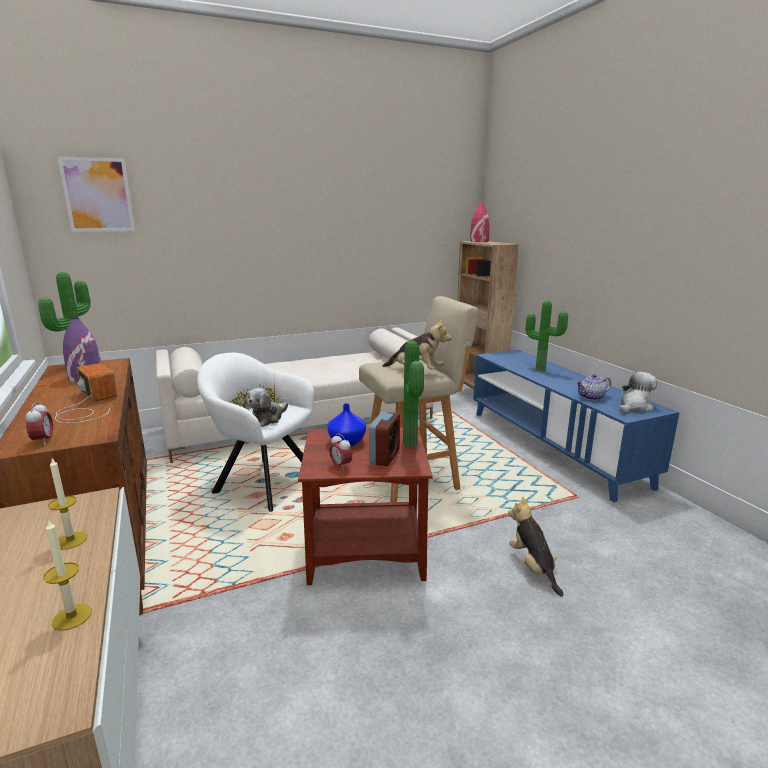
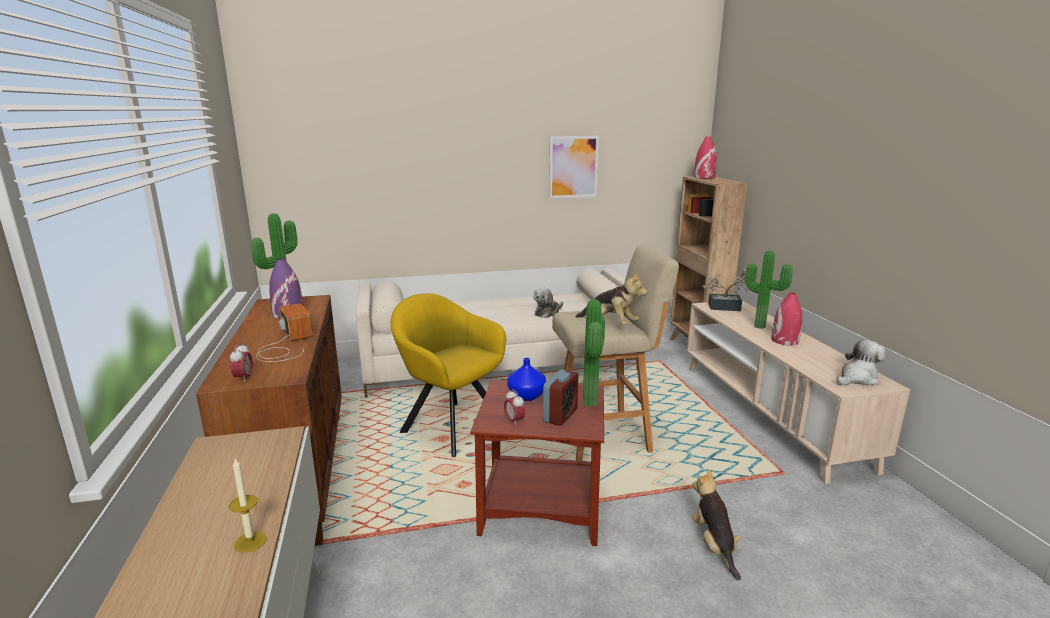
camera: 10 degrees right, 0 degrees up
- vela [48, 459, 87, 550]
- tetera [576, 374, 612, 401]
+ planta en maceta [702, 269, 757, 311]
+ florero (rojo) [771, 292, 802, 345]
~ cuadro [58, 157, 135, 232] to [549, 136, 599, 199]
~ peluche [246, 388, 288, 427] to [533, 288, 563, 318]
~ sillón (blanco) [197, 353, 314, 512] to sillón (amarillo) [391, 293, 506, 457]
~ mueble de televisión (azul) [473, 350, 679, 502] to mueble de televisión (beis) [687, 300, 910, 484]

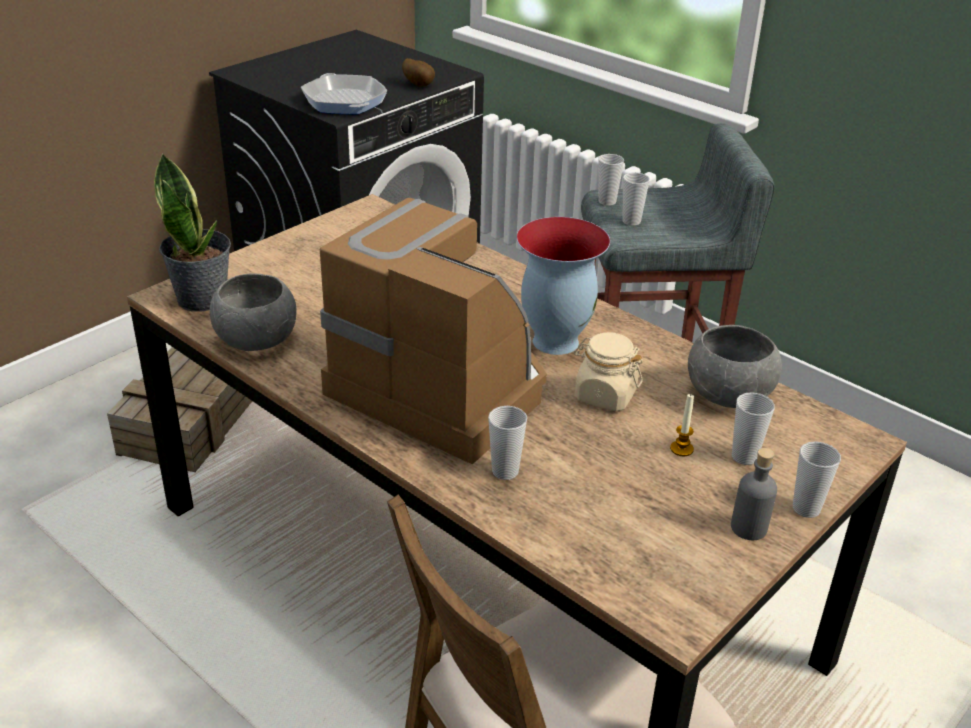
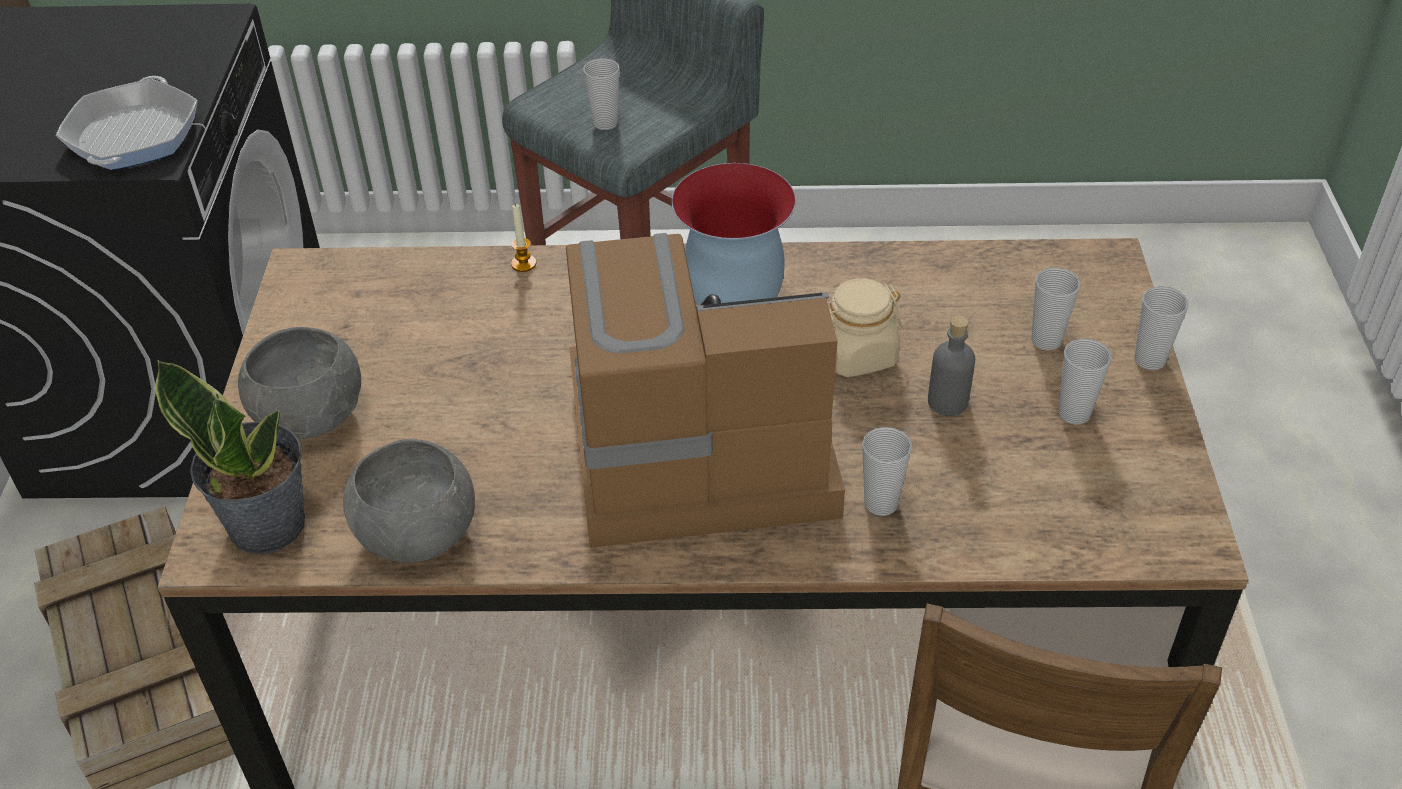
camera: 40 degrees left, 10 degrees up
- patata [402, 58, 435, 87]
~ taza [598, 154, 624, 206] to [1059, 339, 1112, 425]
~ vela [670, 394, 694, 456] to [511, 203, 536, 272]
~ cuenco (gris) [688, 325, 782, 408] to [238, 327, 361, 439]
~ botella (gris) [731, 448, 777, 540] to [928, 315, 975, 416]
~ sartén [301, 73, 387, 114] = [56, 76, 198, 170] 75 degrees clockwise

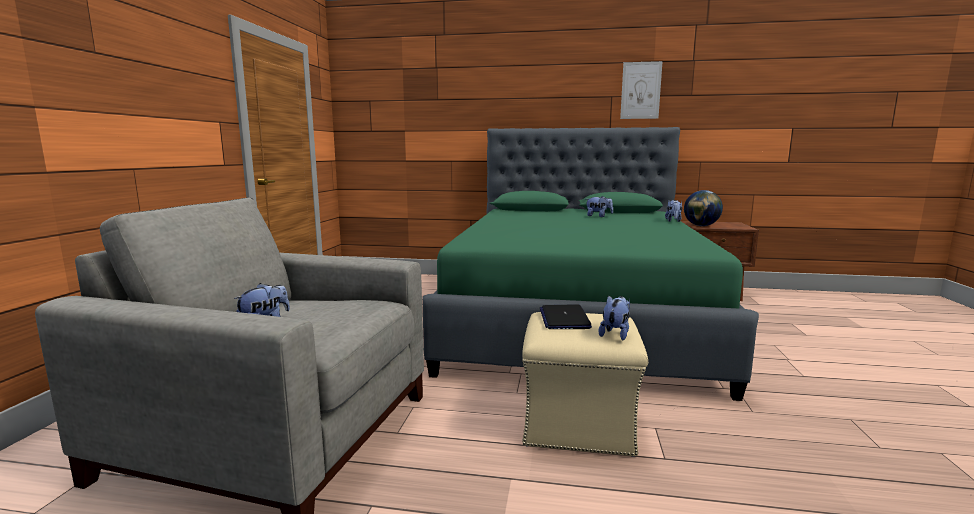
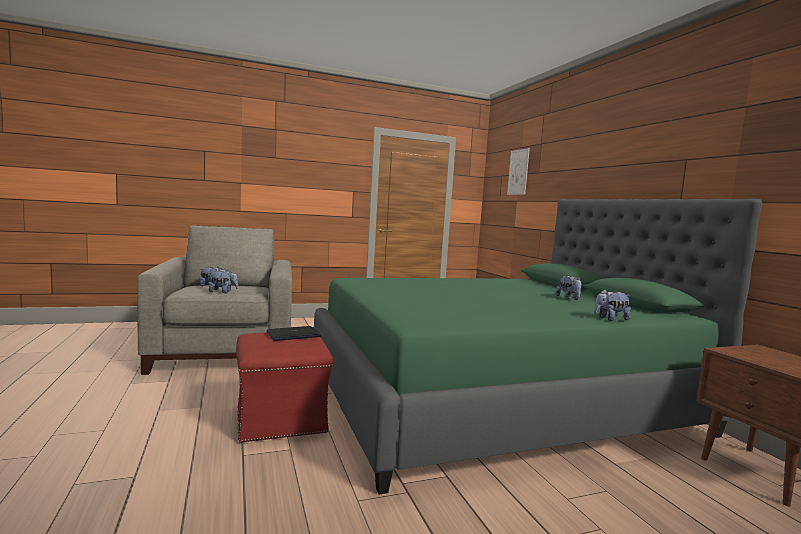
camera: 60 degrees right, 5 degrees down
- globo terráqueo [684, 190, 723, 226]
~ peluche [598, 296, 630, 340] to [208, 270, 238, 293]
~ cuadro [620, 61, 663, 119] to [507, 148, 530, 195]
~ puf (beis) [522, 312, 648, 457] to puf (rojo) [236, 332, 334, 443]

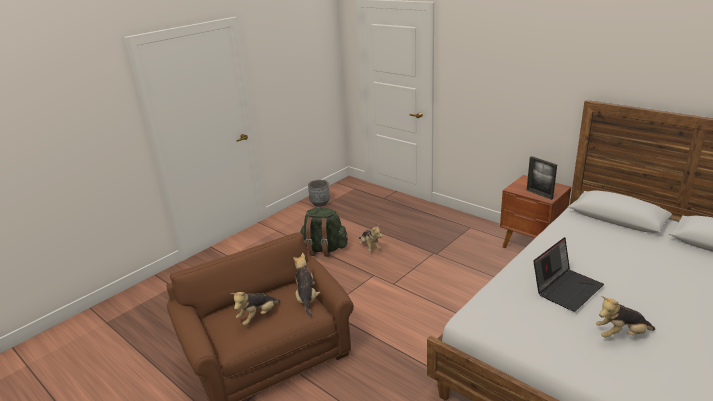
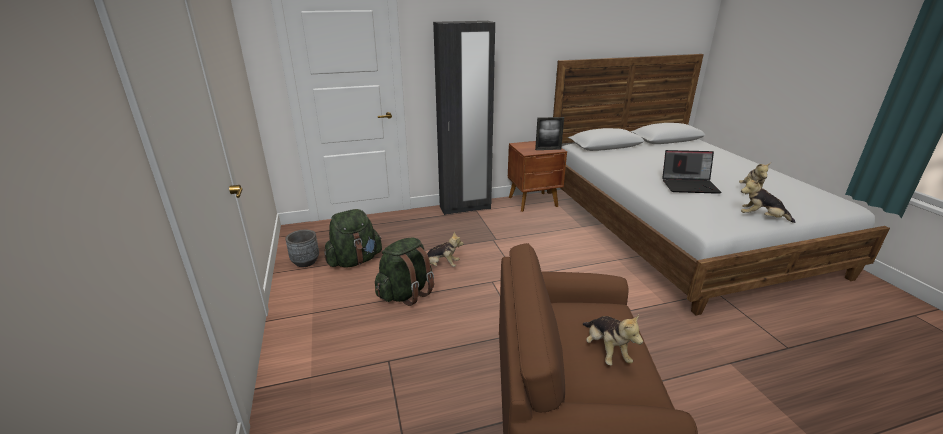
camera: 60 degrees left, 0 degrees up
+ mochila (verde) [324, 209, 382, 267]
+ armario ropero (negro) [433, 21, 495, 215]
~ peluche [293, 253, 320, 317] to [741, 177, 795, 223]
~ portátil [533, 237, 604, 312] = [662, 150, 721, 194] 105 degrees clockwise

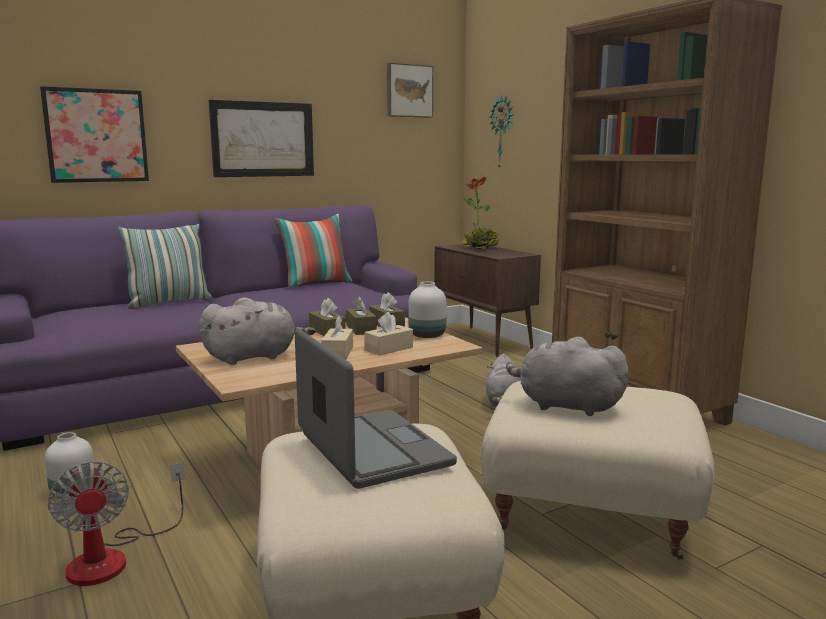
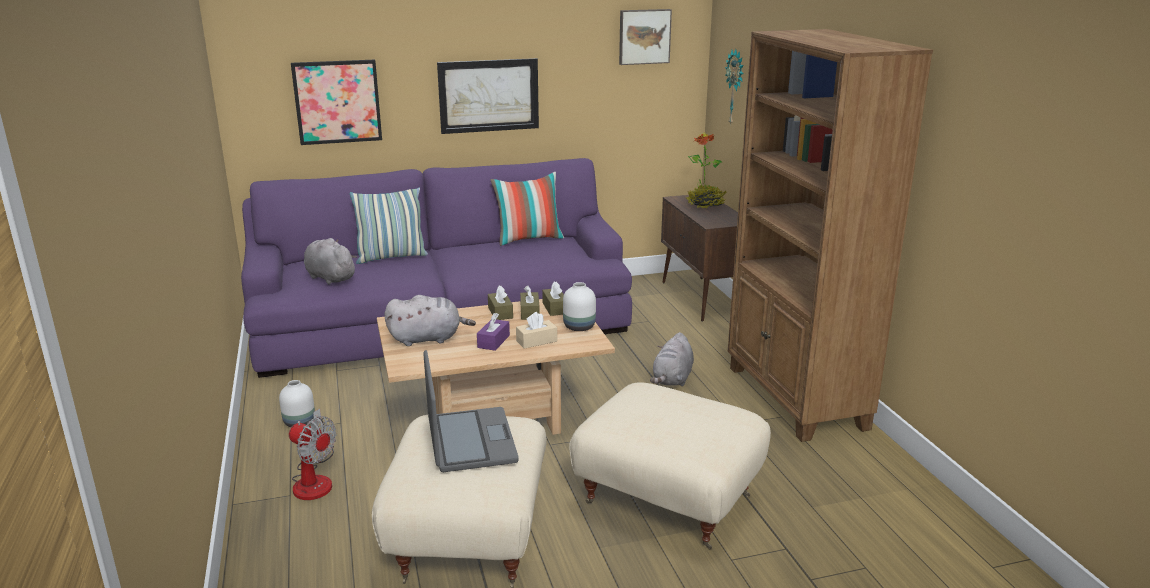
camera: 15 degrees right, 10 degrees up
~ peluche (gris) [506, 337, 629, 416] to [304, 238, 357, 285]
~ caja de pañuelos (beis) [321, 316, 353, 360] to caja de pañuelos (morado) [477, 313, 510, 351]
~ ventilador [47, 462, 185, 586] = [289, 409, 336, 500] 45 degrees counterclockwise

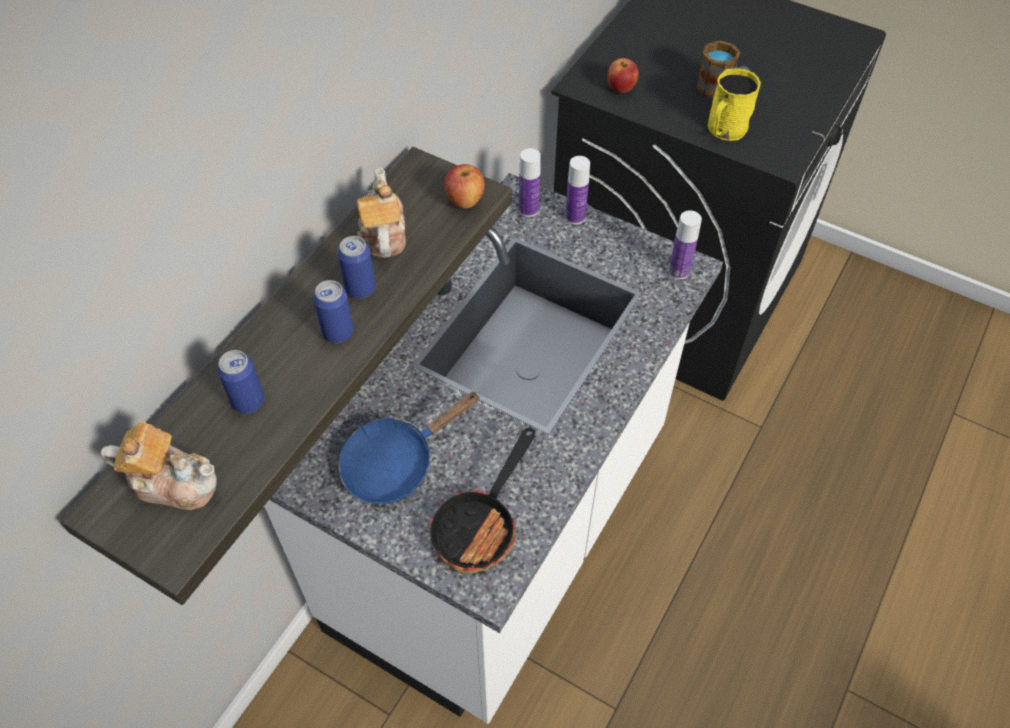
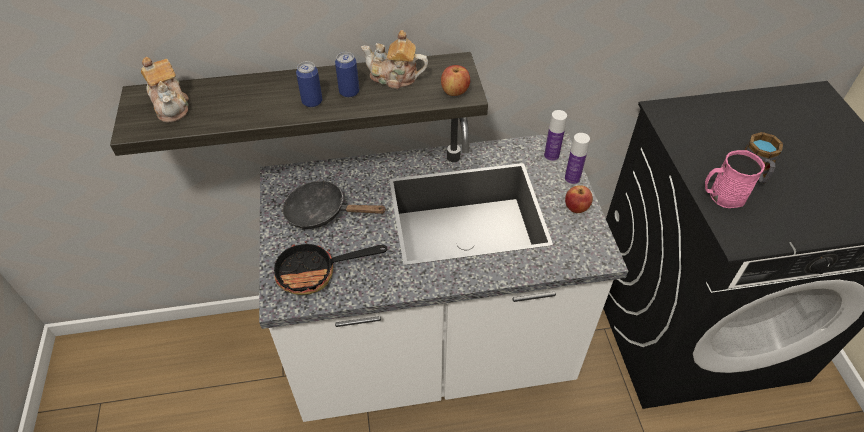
camera: 50 degrees right, 5 degrees down
- lata [217, 350, 265, 414]
- botella [669, 210, 702, 279]
~ manzana [607, 58, 639, 93] to [565, 185, 593, 213]
~ sartén (azul) [338, 392, 480, 504] to sartén (negro) [282, 180, 387, 229]
~ taza grande (amarillo) [708, 68, 761, 141] to taza grande (rosa) [705, 150, 765, 208]
~ tetera [357, 167, 406, 258] = [361, 30, 428, 89] 120 degrees counterclockwise

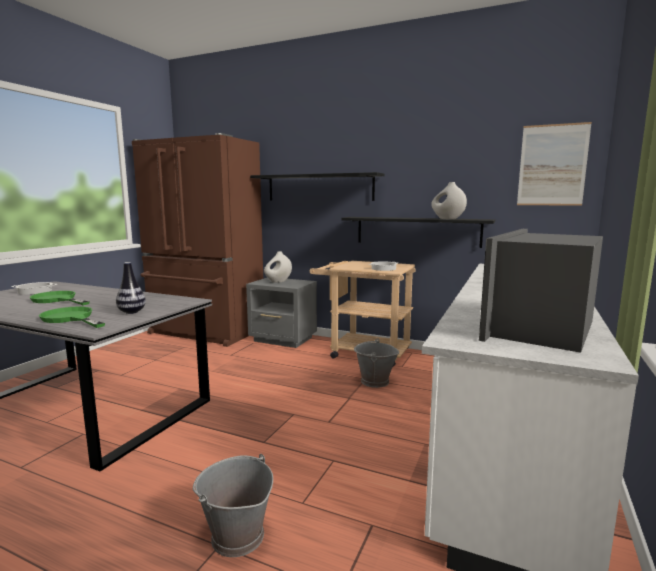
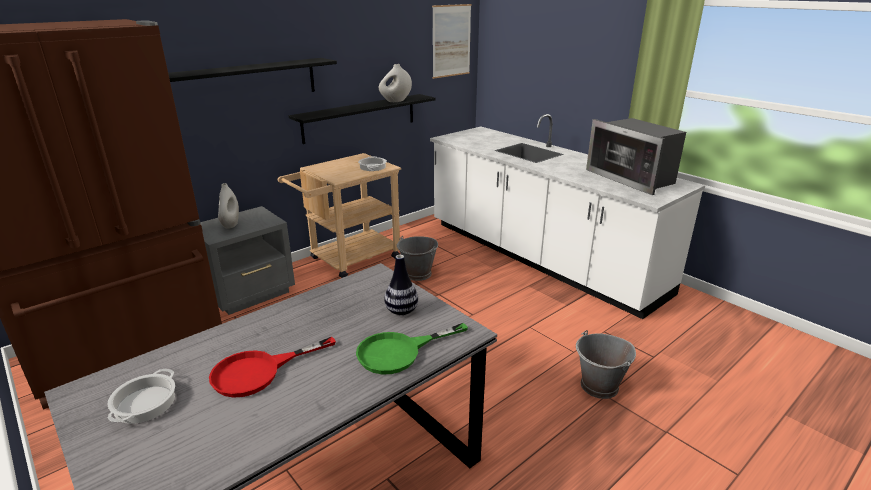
camera: 65 degrees left, 15 degrees up
~ sartén (verde) [30, 291, 90, 305] to sartén (rojo) [209, 337, 336, 398]

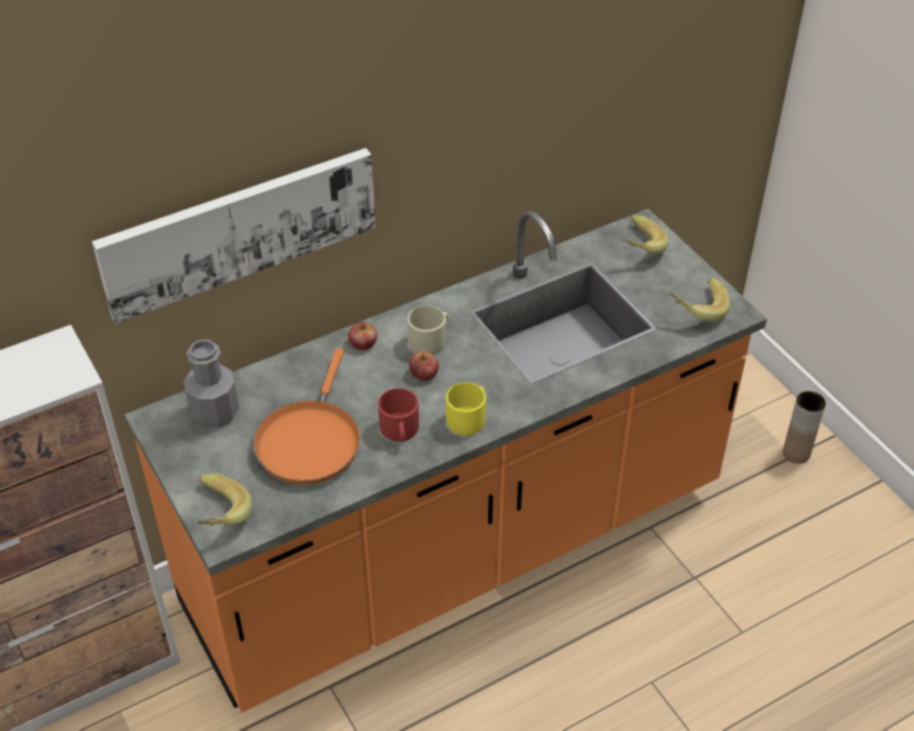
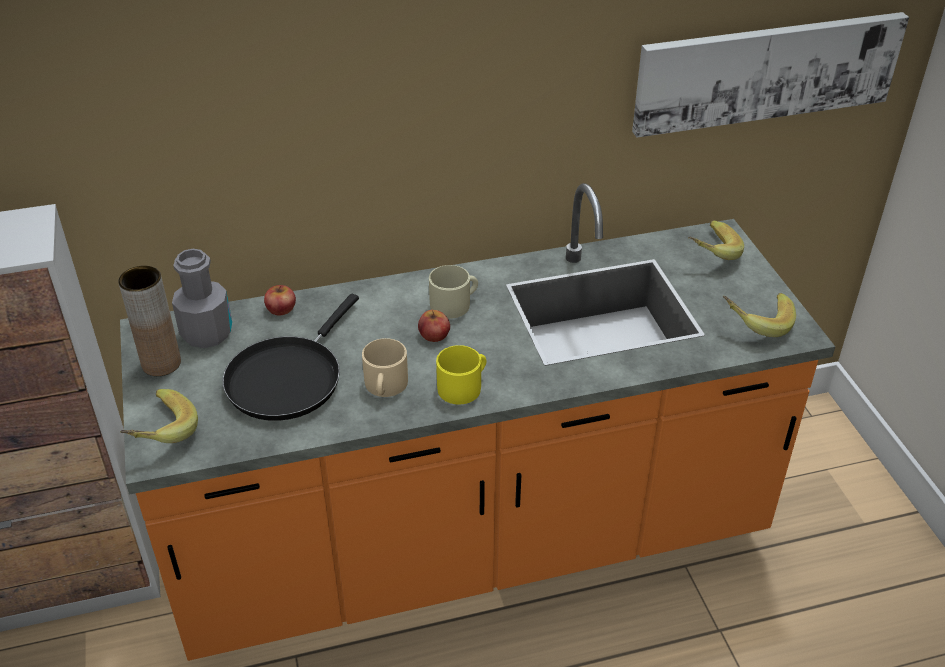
camera: 15 degrees right, 5 degrees down
~ cuadro [92, 148, 376, 324] to [632, 12, 909, 138]
~ manzana [348, 322, 377, 350] to [264, 285, 296, 315]
~ florero (marrón) [783, 391, 826, 464] to [118, 266, 181, 376]
~ sartén (naranja) [253, 348, 360, 484] to sartén (negro) [222, 294, 359, 421]
~ taza grande (rojo) [378, 388, 419, 442] to taza grande (beis) [362, 338, 408, 397]

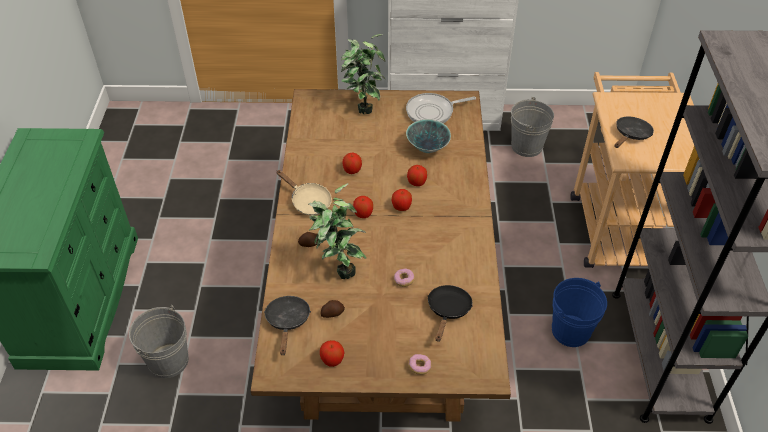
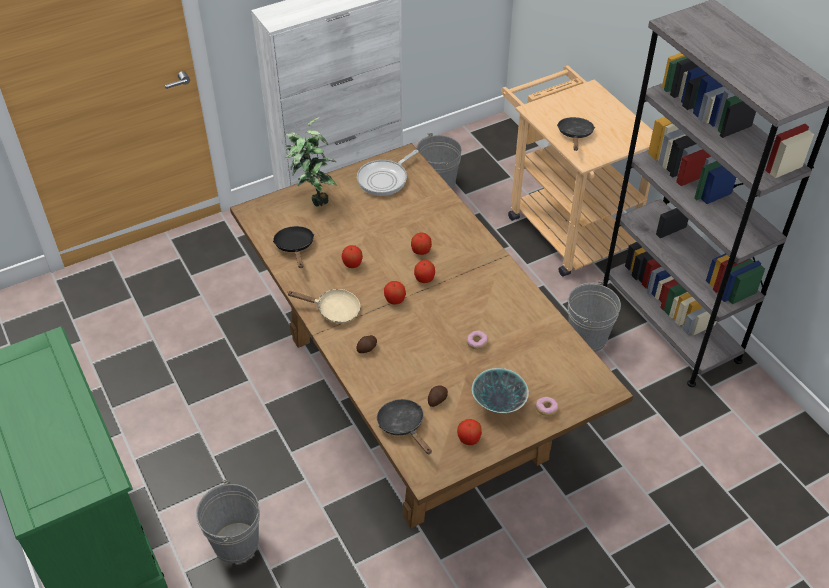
camera: 30 degrees left, 0 degrees up
- planta en maceta [309, 183, 367, 279]
~ cuenco [406, 119, 451, 153] to [472, 368, 529, 413]
~ sartén (negro) [428, 285, 473, 342] to [273, 226, 314, 268]
~ cubo (azul) [552, 278, 607, 347] to cubo (gris) [568, 281, 621, 352]

